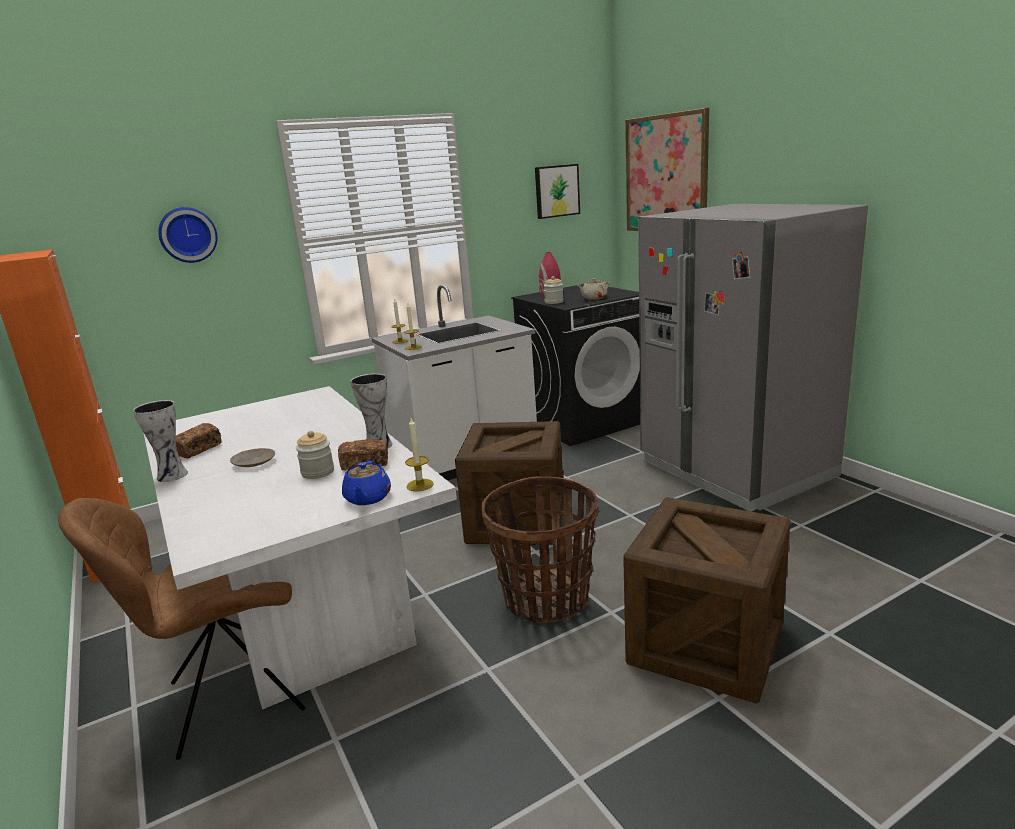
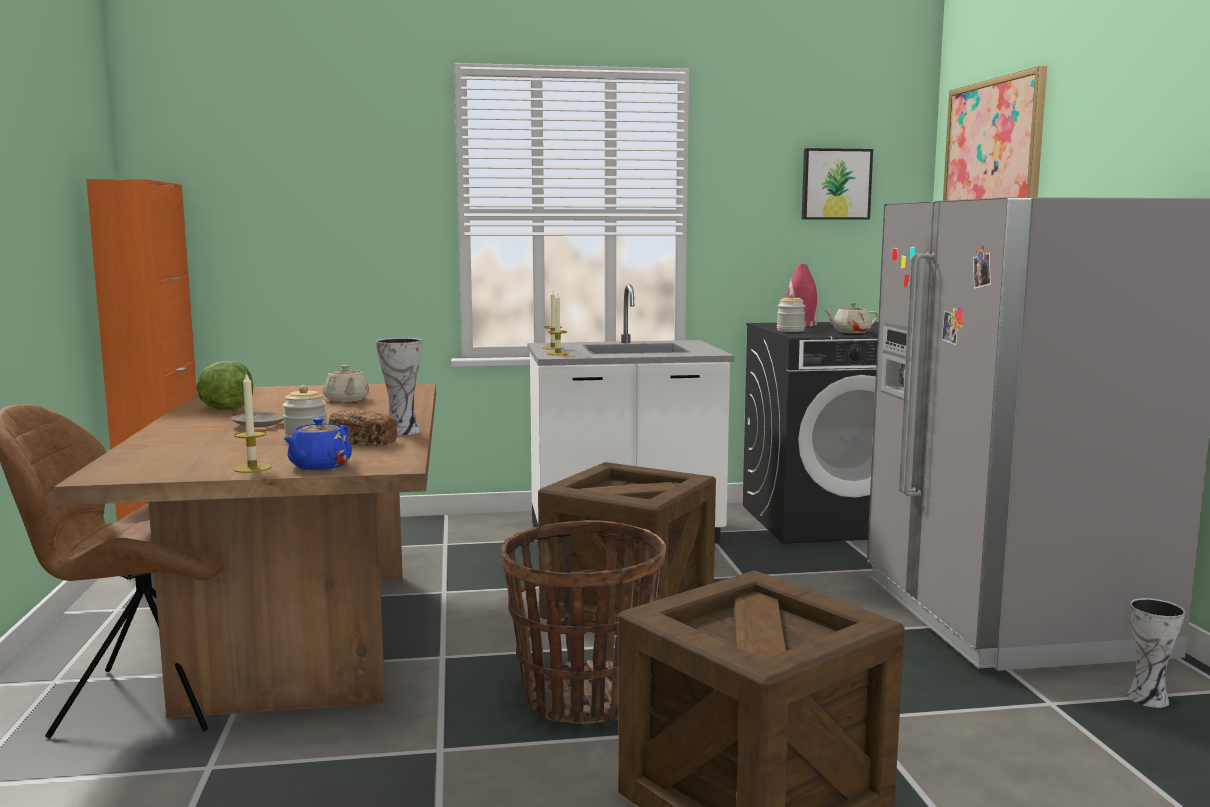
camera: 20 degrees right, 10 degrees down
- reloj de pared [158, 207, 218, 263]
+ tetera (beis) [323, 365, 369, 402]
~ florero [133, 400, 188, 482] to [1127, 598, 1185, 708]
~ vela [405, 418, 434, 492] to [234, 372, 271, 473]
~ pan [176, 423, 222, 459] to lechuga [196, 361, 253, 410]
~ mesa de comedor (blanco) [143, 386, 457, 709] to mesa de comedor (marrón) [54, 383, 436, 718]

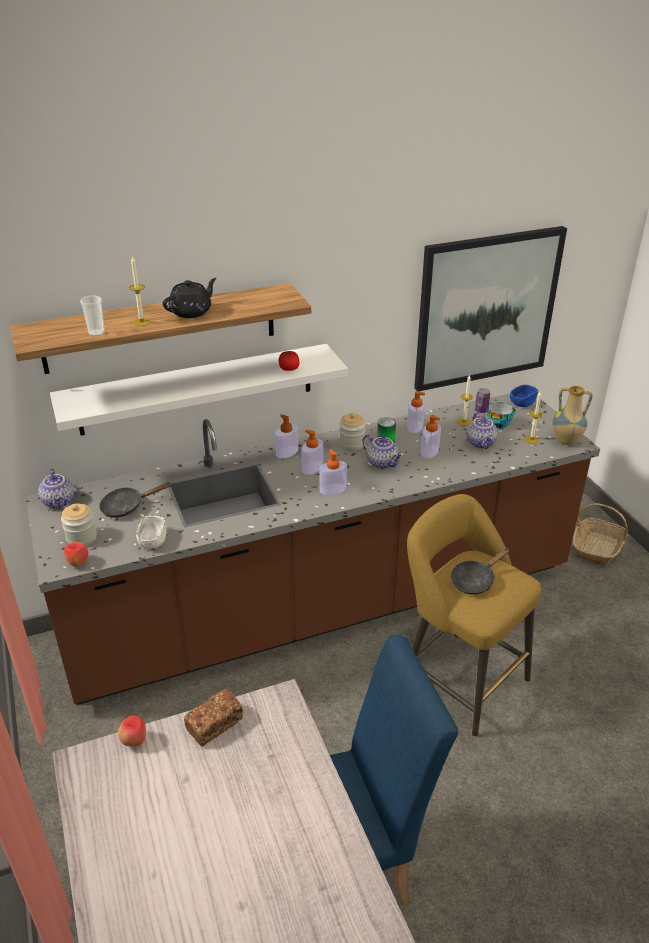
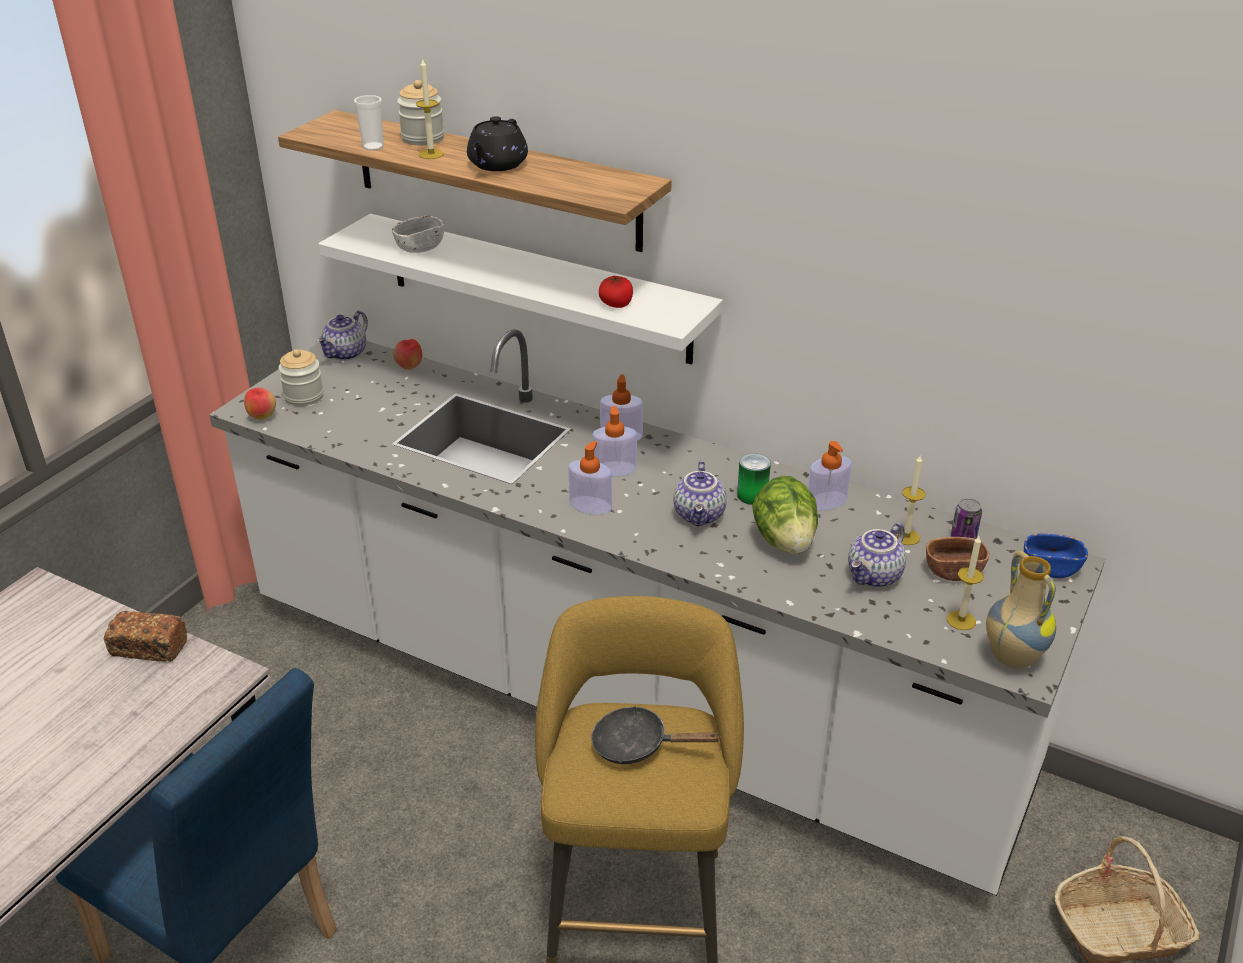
camera: 50 degrees right, 0 degrees up
- sartén (negro) [99, 482, 172, 518]
- cuadro [414, 226, 567, 391]
~ manzana [118, 716, 146, 747] to [393, 339, 422, 370]
~ cuenco (blanco) [136, 516, 166, 549] to [392, 216, 444, 253]
~ tarro [339, 413, 366, 450] to [397, 80, 444, 145]
~ dispensador de jabón [421, 415, 441, 458] to lechuga [752, 476, 818, 554]
~ taza [487, 402, 516, 429] to cuenco (marrón) [926, 537, 989, 581]
~ mueble bajo de cocina (marrón) [26, 394, 600, 705] to mueble bajo de cocina (blanco) [209, 329, 1105, 896]
~ tetera (negro) [163, 278, 217, 318] = [467, 116, 528, 171] 105 degrees clockwise

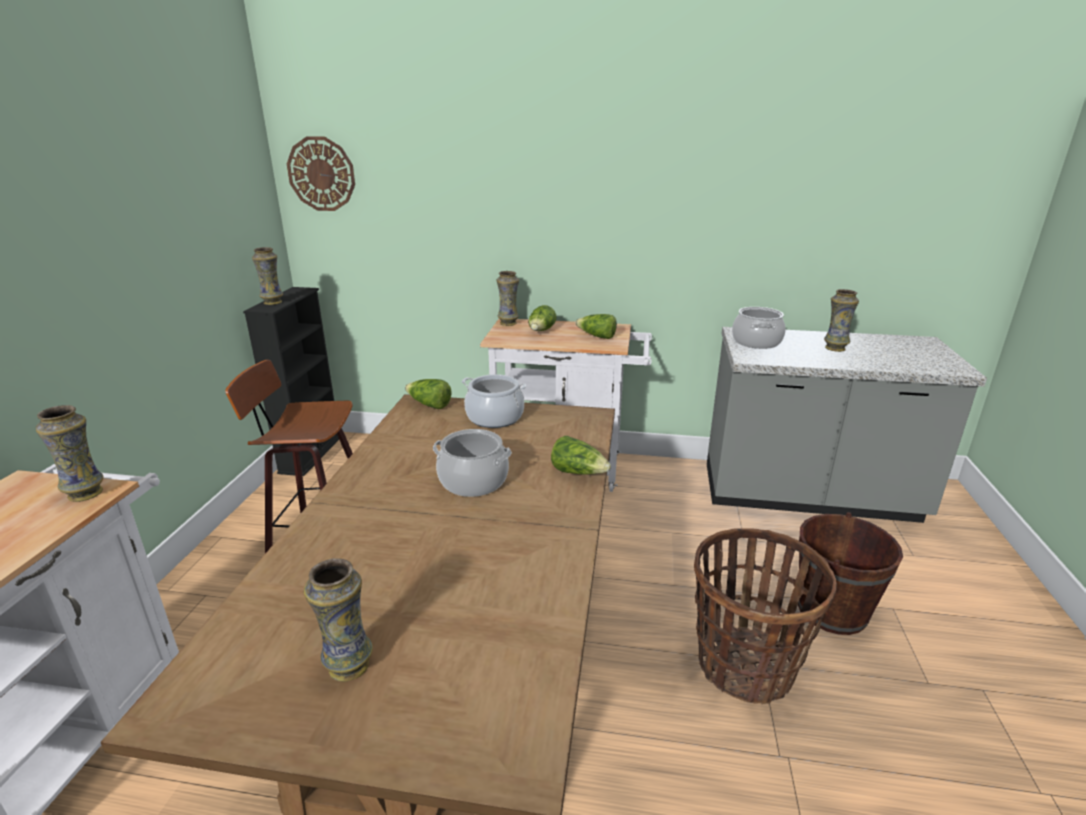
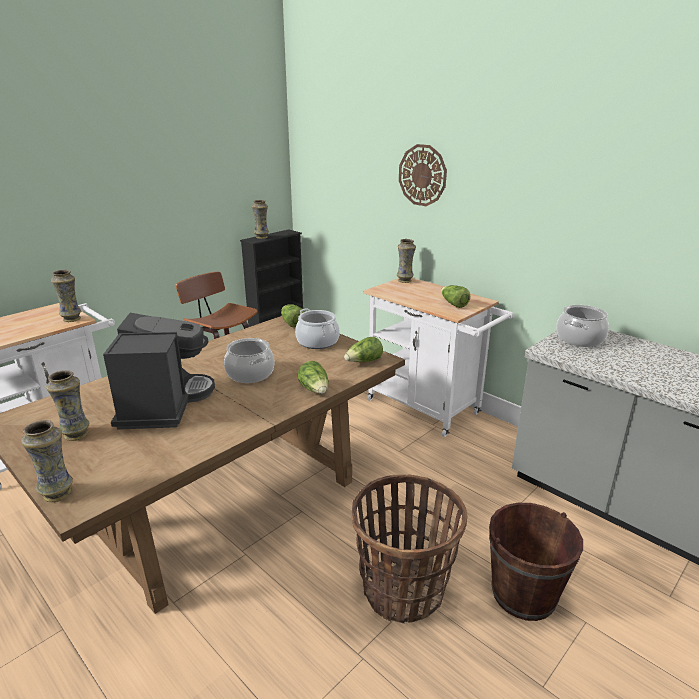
camera: 35 degrees right, 0 degrees up
+ cafetera [103, 313, 215, 430]
~ reloj de pared [287, 136, 355, 211] to [399, 144, 447, 206]
~ lechuga [528, 305, 556, 331] to [344, 337, 383, 362]
~ florero [824, 289, 859, 352] to [21, 420, 73, 502]

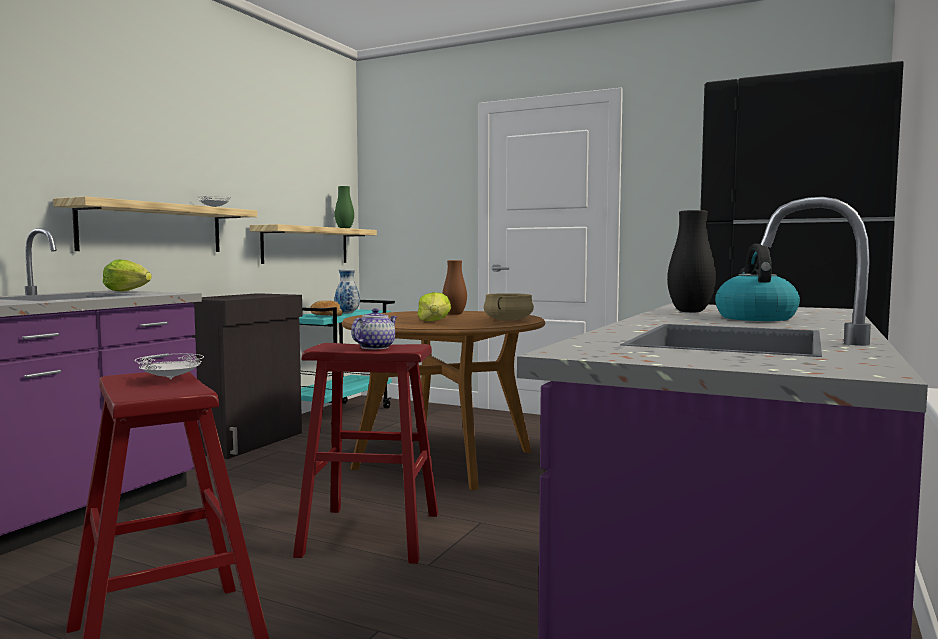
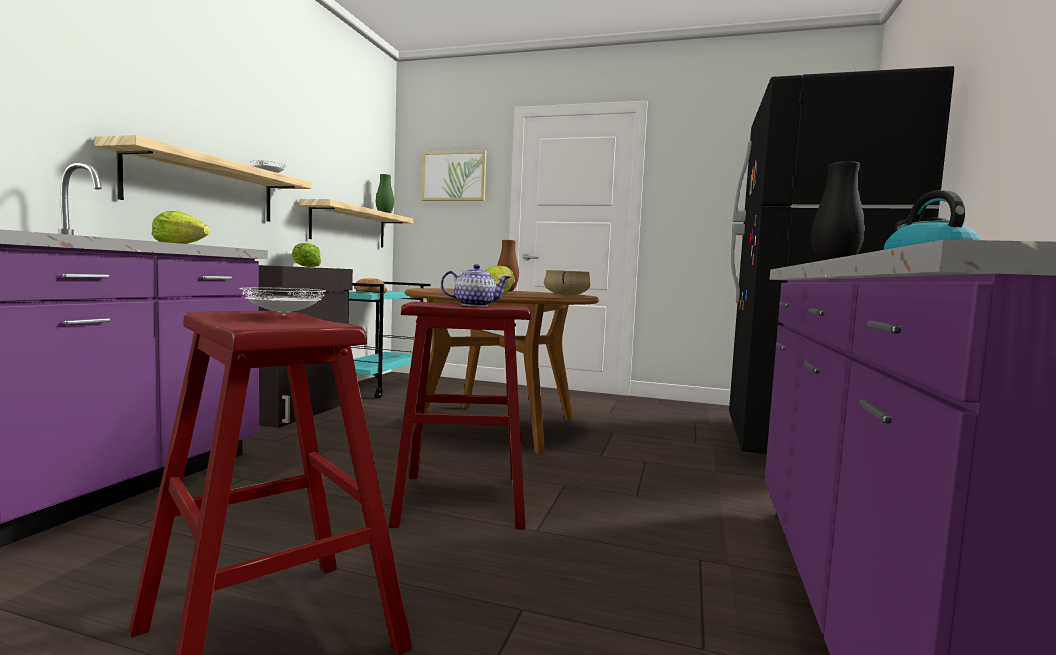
camera: 10 degrees left, 0 degrees up
- florero [335, 269, 360, 313]
+ lechuga [291, 243, 321, 267]
+ cuadro [422, 150, 487, 201]
~ tetera [351, 308, 397, 349] = [441, 264, 510, 306] 60 degrees clockwise

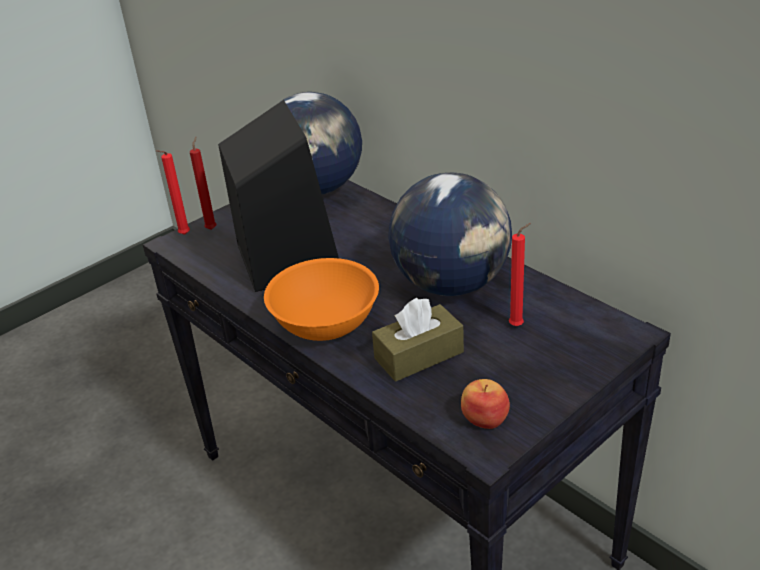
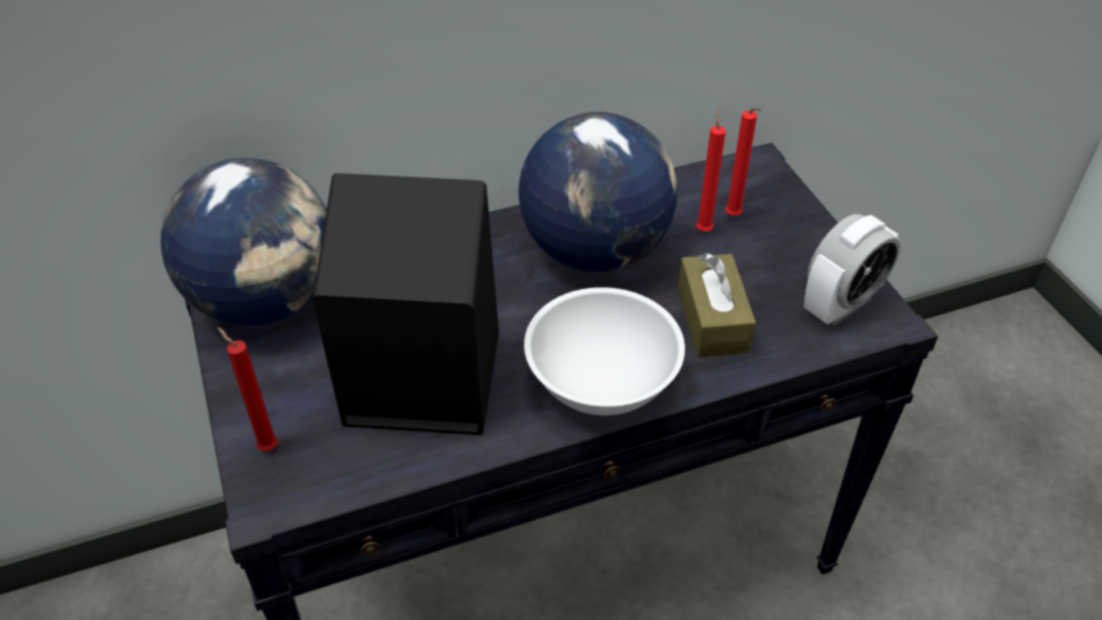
camera: 70 degrees left, 10 degrees up
~ vela (rojo) [157, 150, 190, 235] to [725, 108, 762, 216]
~ manzana [461, 379, 510, 429] to despertador [804, 214, 900, 326]
~ cuenco (naranja) [264, 258, 379, 341] to cuenco (blanco) [524, 287, 685, 415]

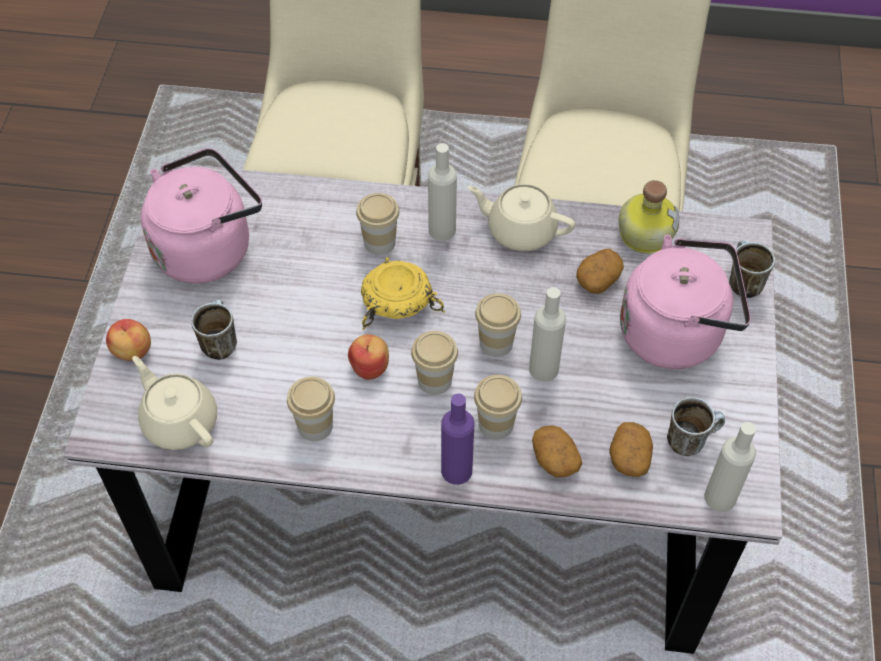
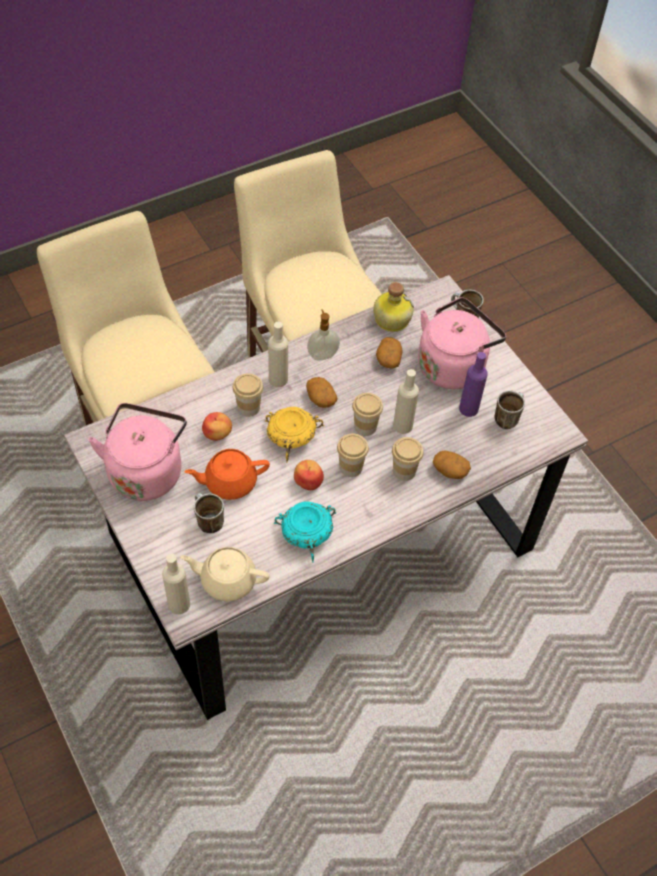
camera: 40 degrees left, 0 degrees up
+ tetera (naranja) [185, 449, 270, 500]
~ manzana [106, 319, 151, 361] to [202, 412, 232, 441]
~ botella (morado) [441, 394, 475, 485] to [459, 352, 488, 417]
~ patata [609, 422, 653, 477] to [306, 377, 338, 408]
~ botella (beis) [704, 422, 756, 512] to [162, 554, 190, 614]
~ taza [287, 376, 335, 441] to cuenco (turquesa) [274, 502, 336, 563]
~ tetera (beis) [468, 184, 575, 251] to dispensador de jabón [307, 309, 340, 360]

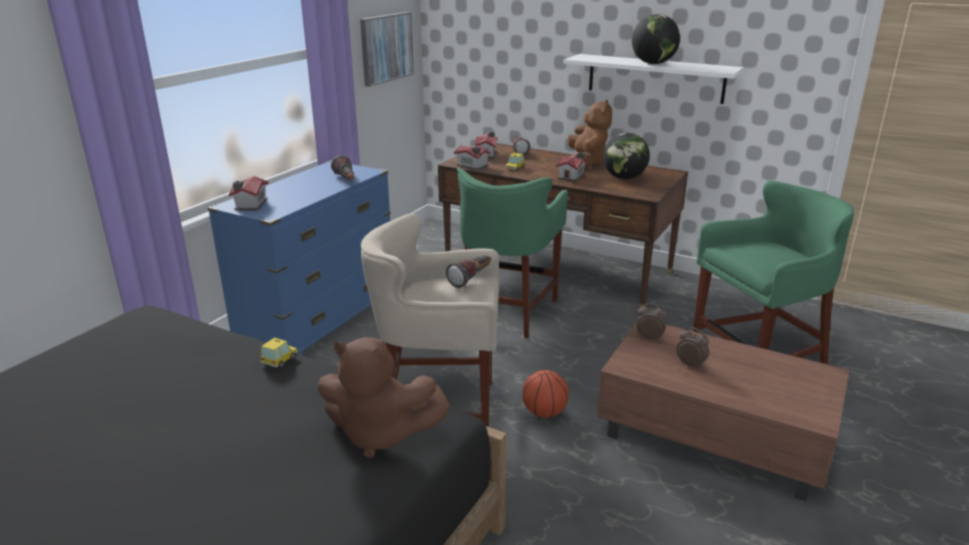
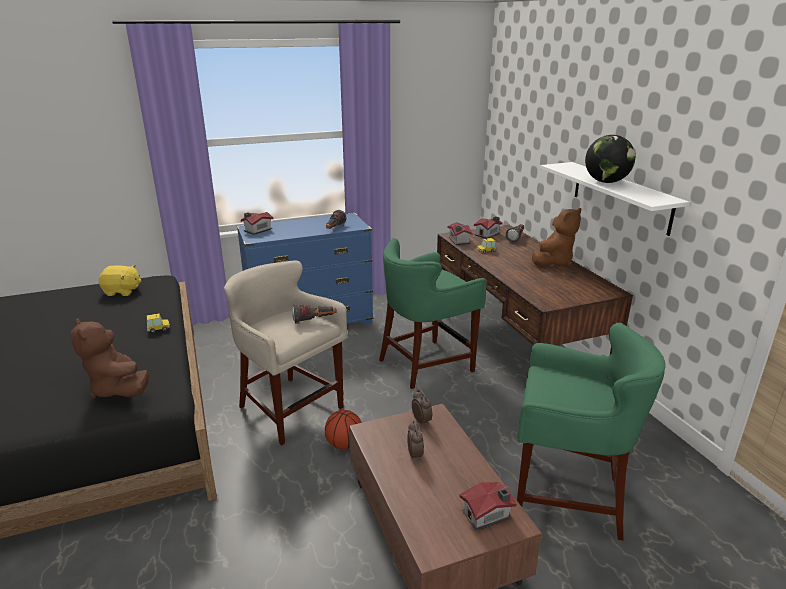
camera: 40 degrees right, 0 degrees up
- cuadro [360, 12, 414, 87]
- globo terráqueo [603, 133, 650, 179]
+ peluche (amarillo) [99, 265, 142, 296]
~ casita [556, 152, 588, 182] to [459, 482, 517, 531]

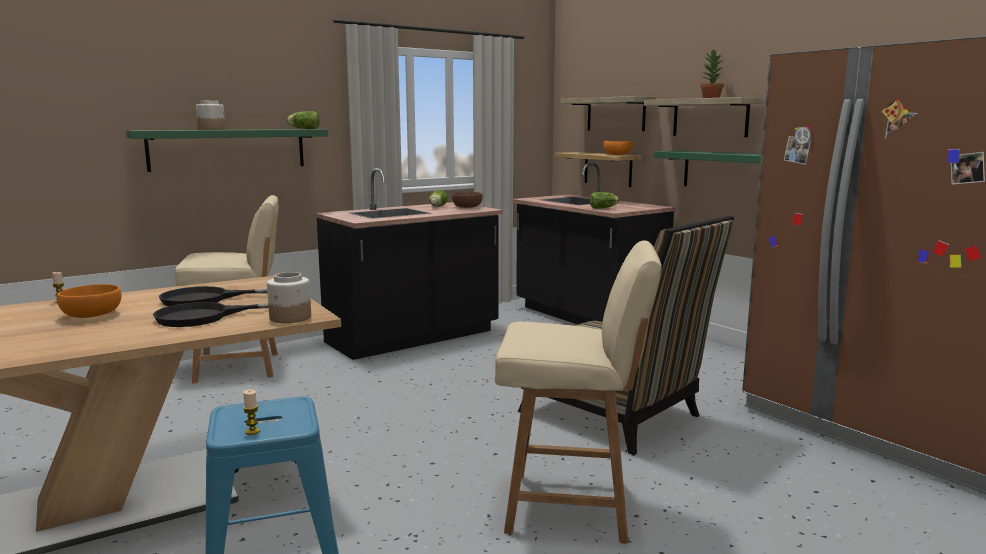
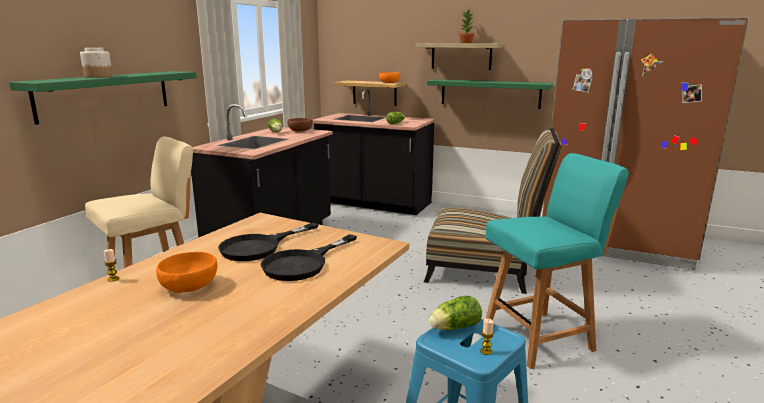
camera: 30 degrees left, 5 degrees up
- tarro [267, 272, 311, 323]
- estante [560, 96, 656, 131]
~ lechuga [287, 111, 319, 129] to [429, 296, 482, 330]
~ silla (beis) [495, 240, 662, 543] to silla (turquesa) [485, 153, 629, 369]

